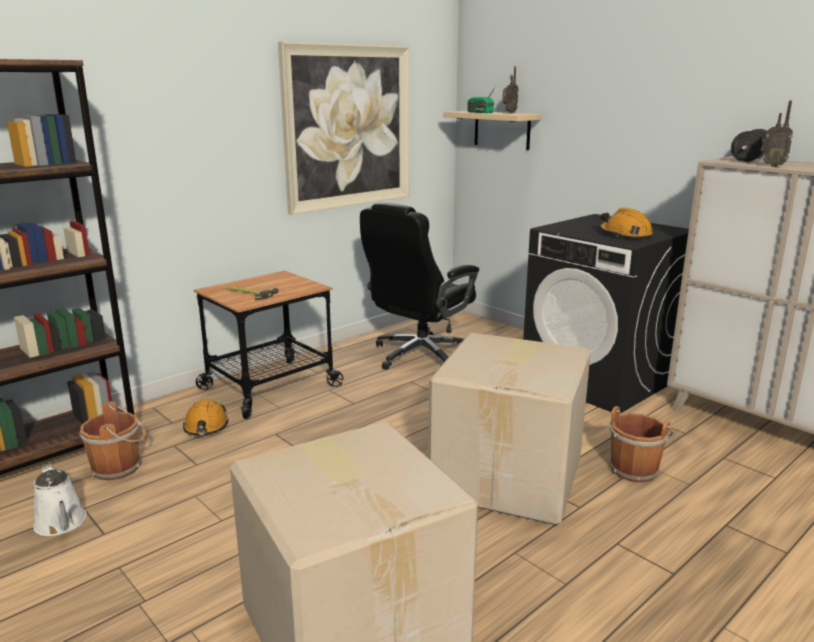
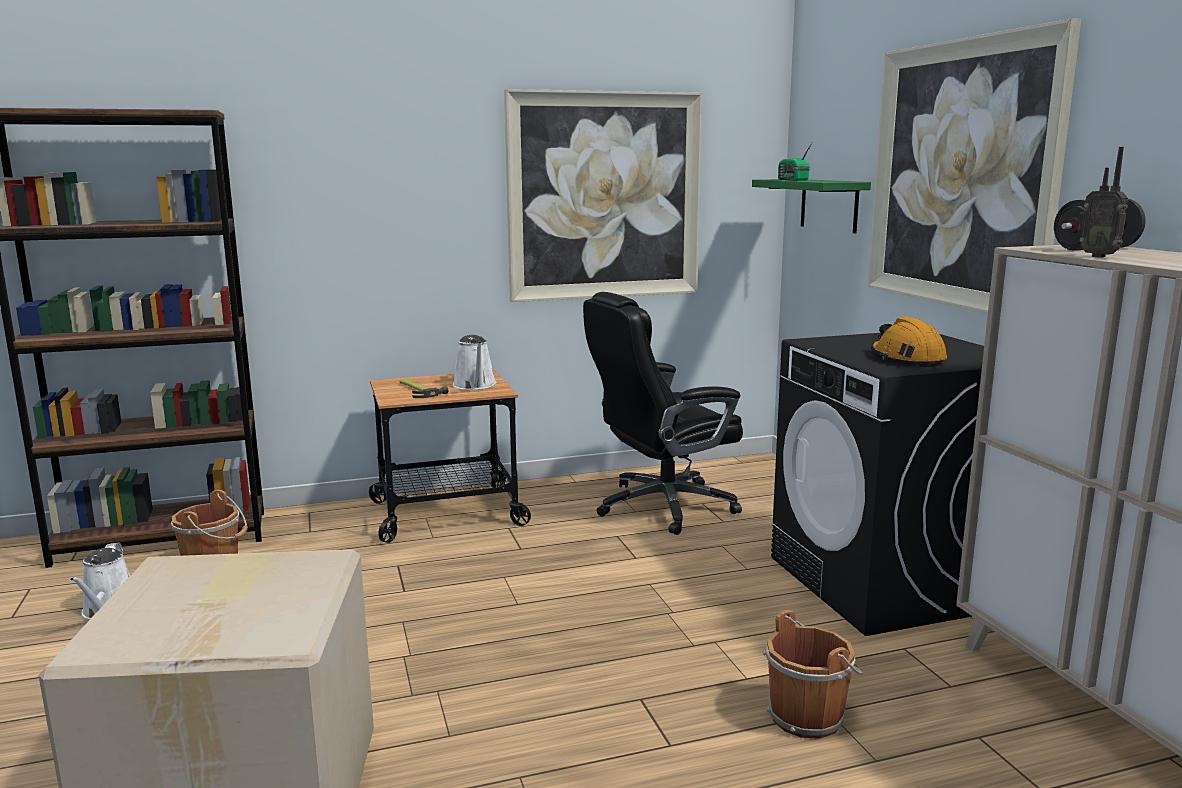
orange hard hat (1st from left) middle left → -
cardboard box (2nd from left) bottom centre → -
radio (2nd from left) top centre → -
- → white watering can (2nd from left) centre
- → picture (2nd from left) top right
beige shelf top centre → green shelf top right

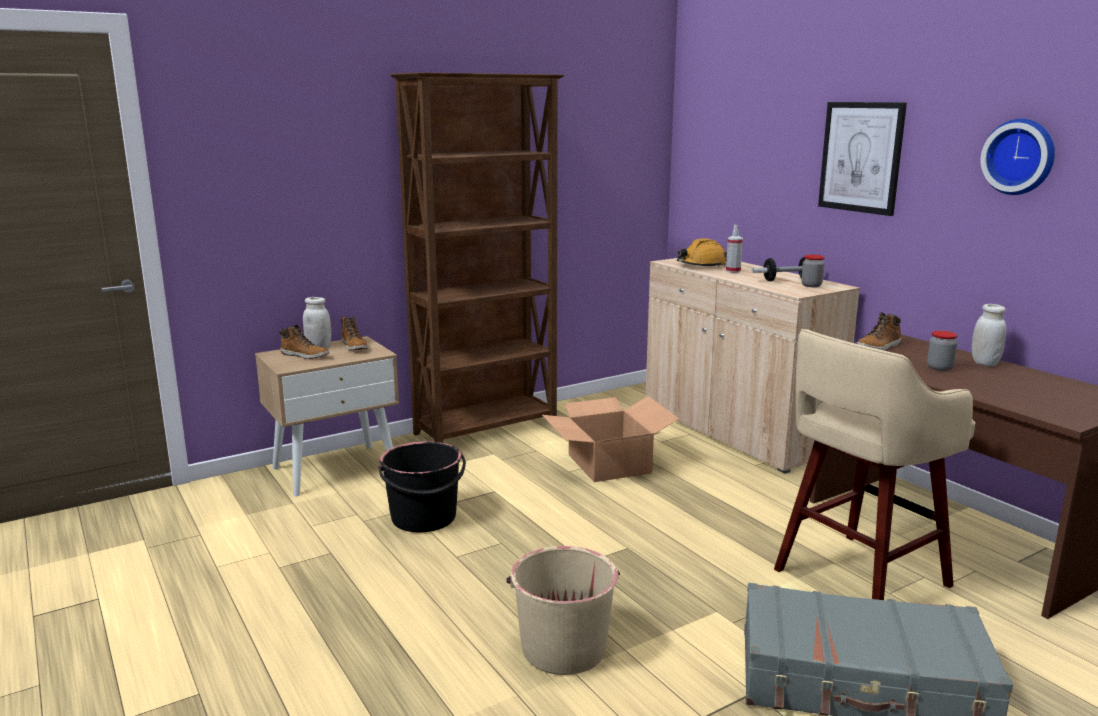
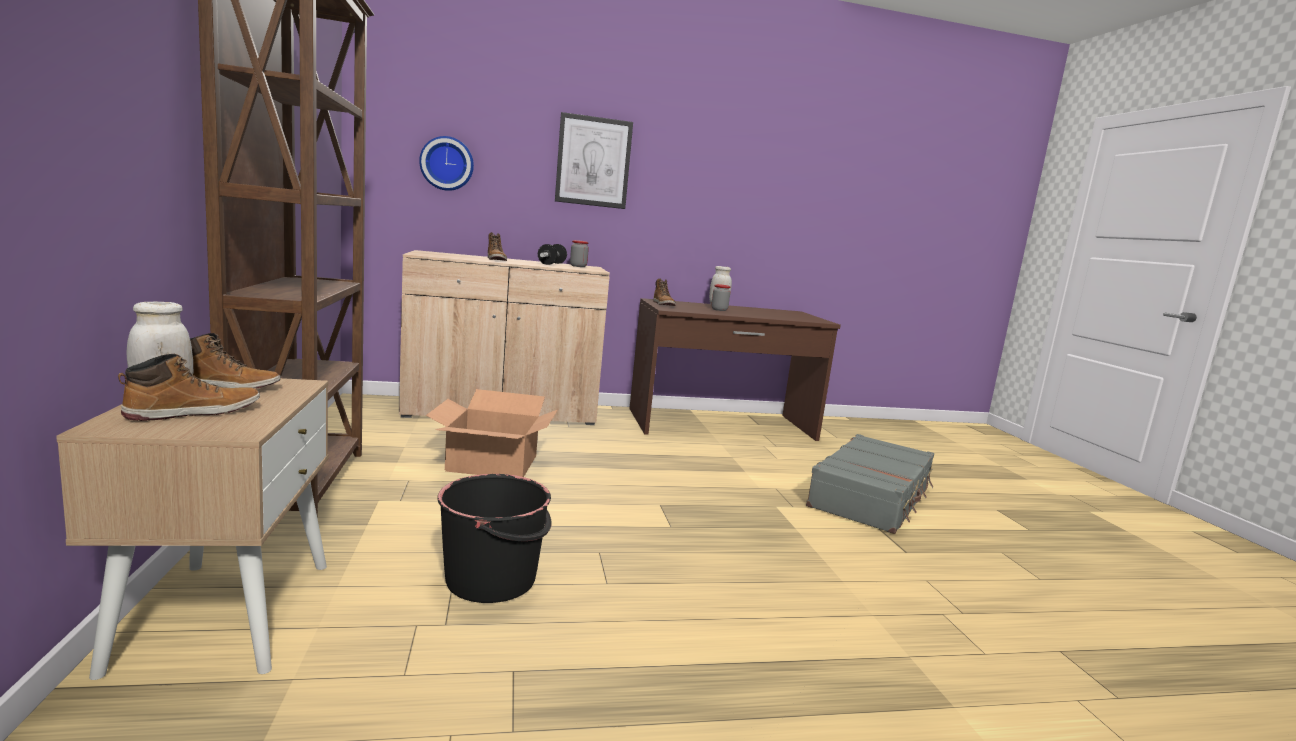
beige bucket bottom centre → -
orange hard hat centre → -
beige stool middle right → -
wall clock top right → wall clock top centre, moved
spray bottle middle right → boot (3rd from left) top centre

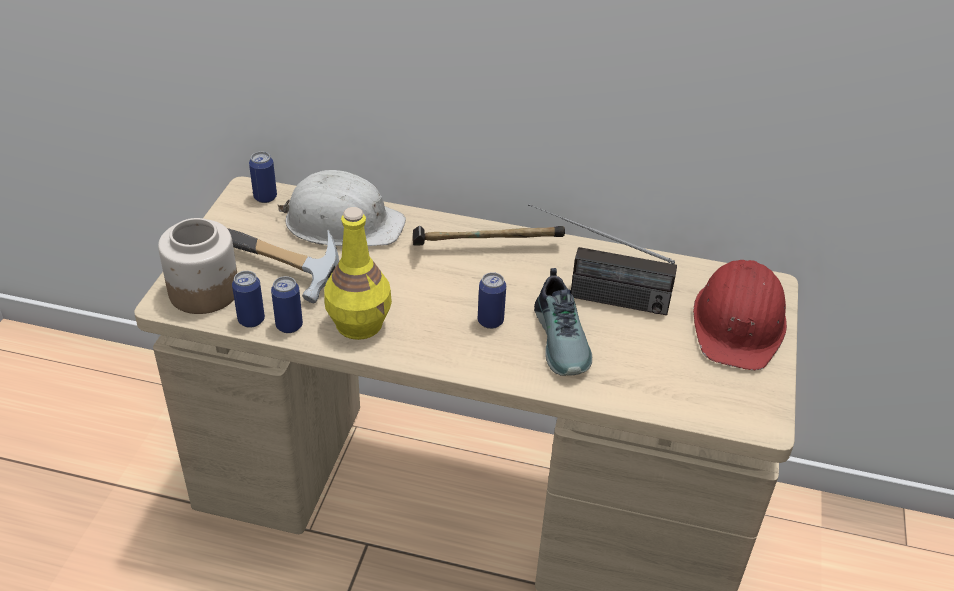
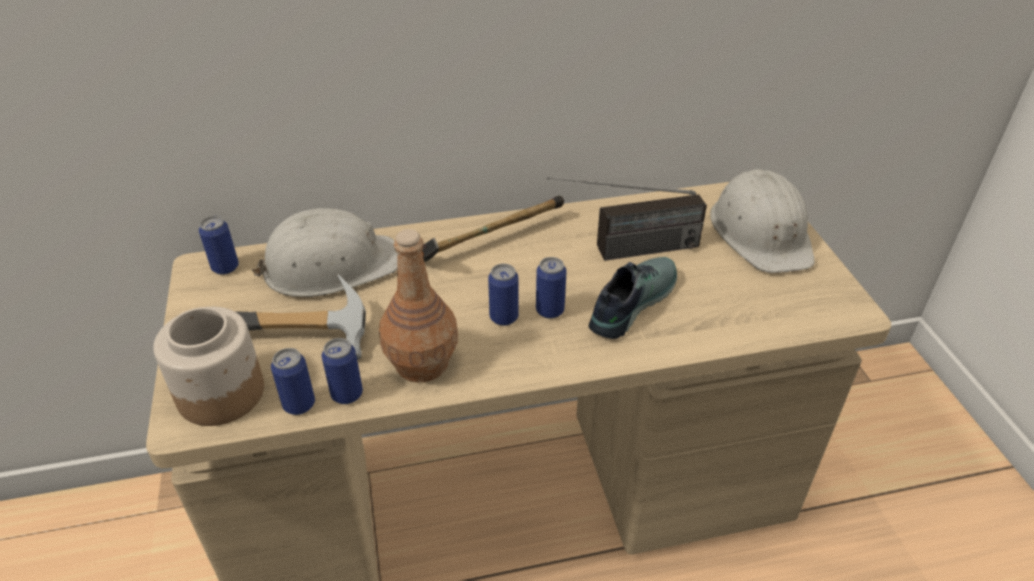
- → can (4th from left) centre
yellow bottle centre → brown bottle centre
red hard hat middle right → white hard hat (2nd from left) middle right
shoe centre, 105 degrees counterclockwise

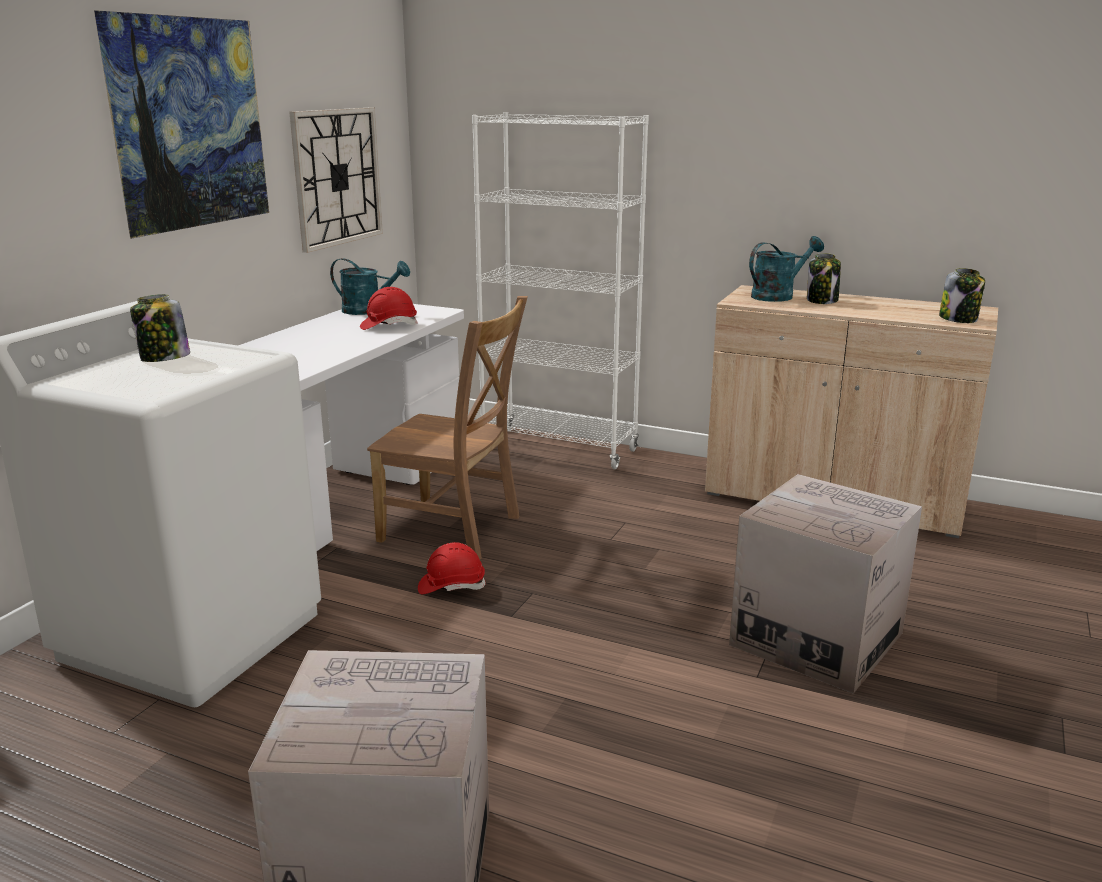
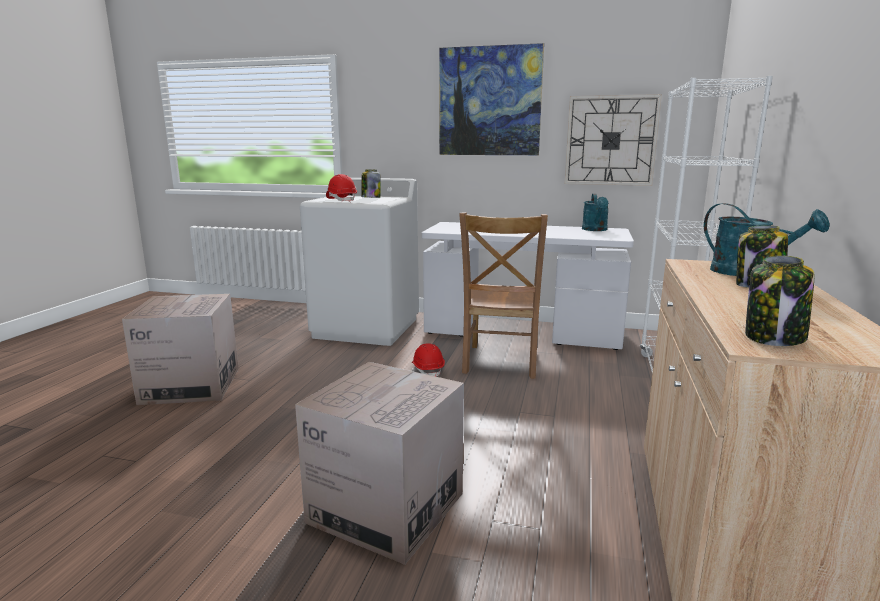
red hard hat (1st from left) centre → red hard hat (1st from left) top centre, moved

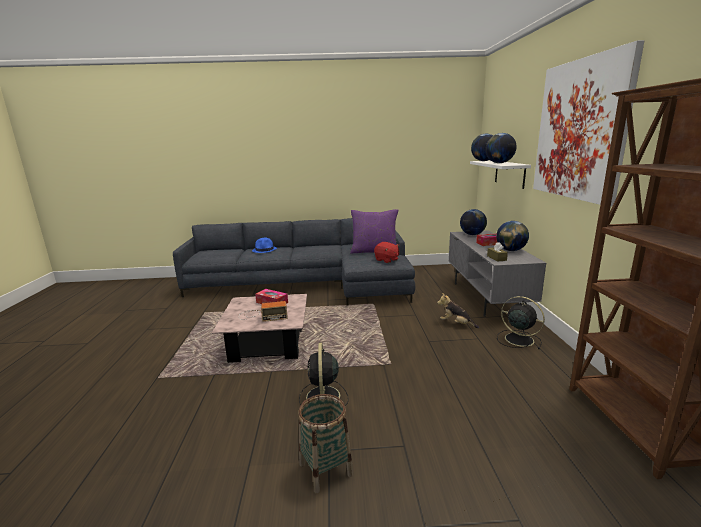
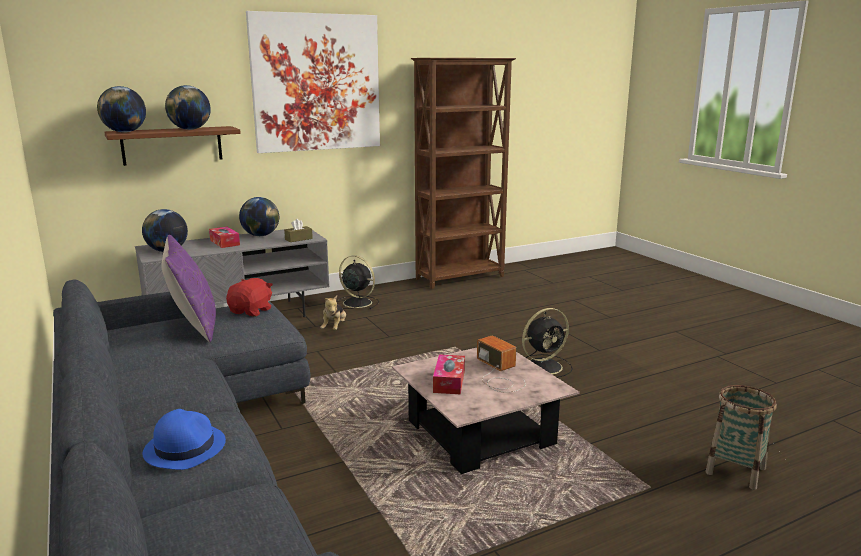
basket bottom centre → basket bottom right, moved
white shelf top right → brown shelf top left
black fan (2nd from left in the first image) middle right → black fan (1st from left) centre, 105 degrees clockwise

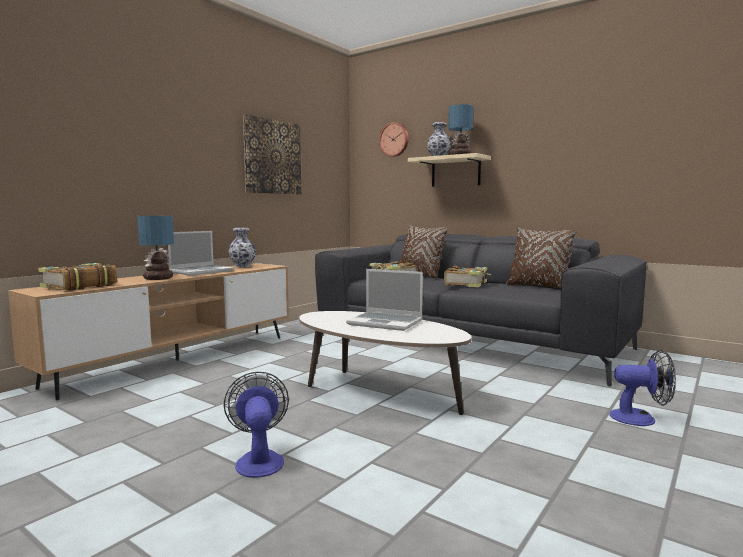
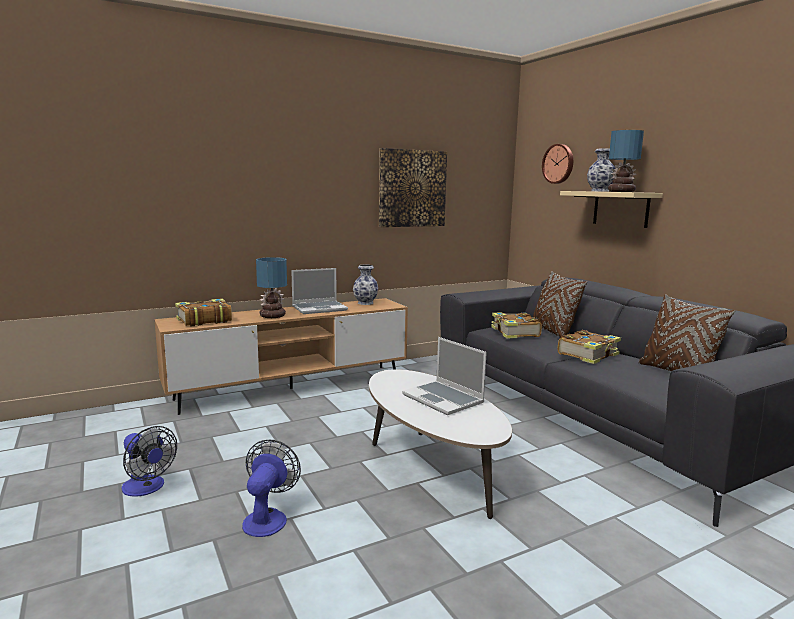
fan (2nd from left in the first image) bottom right → fan (1st from left) bottom left, moved

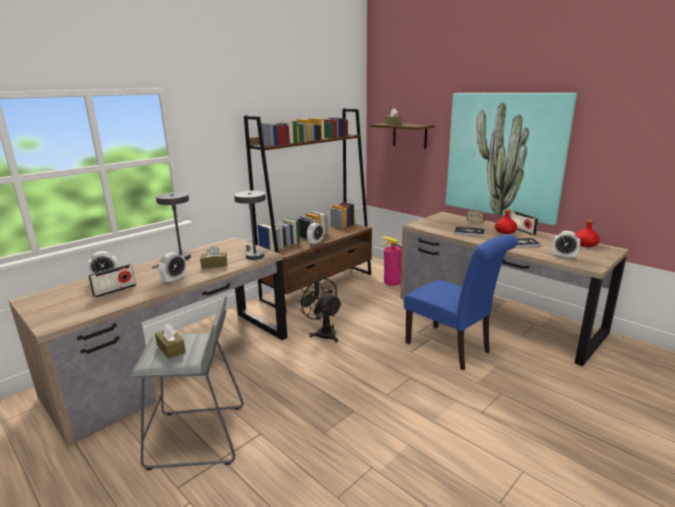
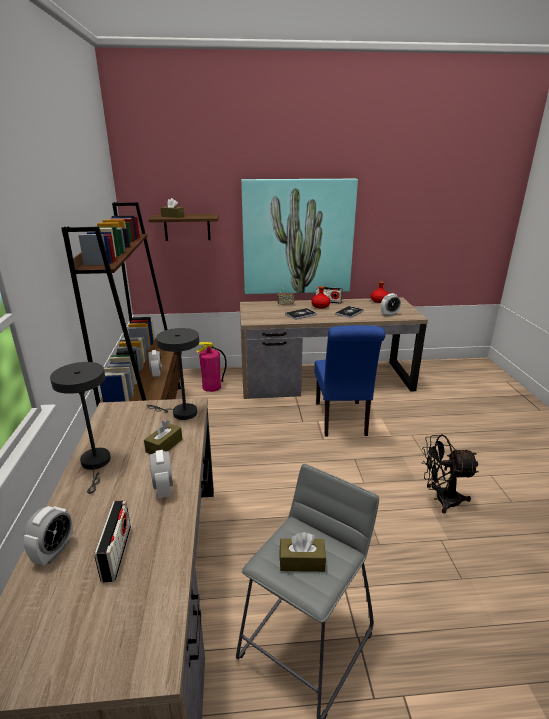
black fan centre → black fan middle right, moved
blue chair middle right → blue chair centre, 90 degrees clockwise

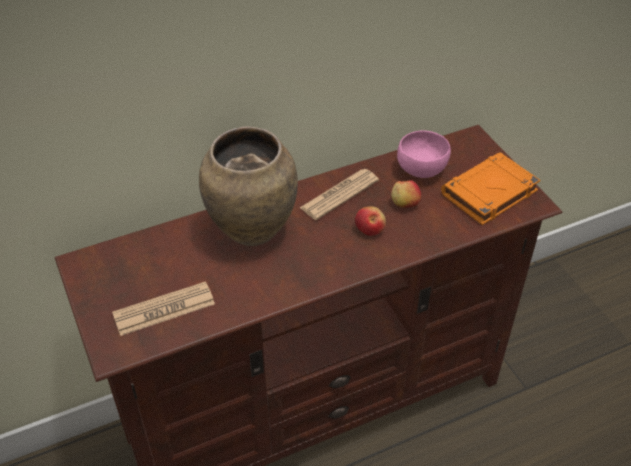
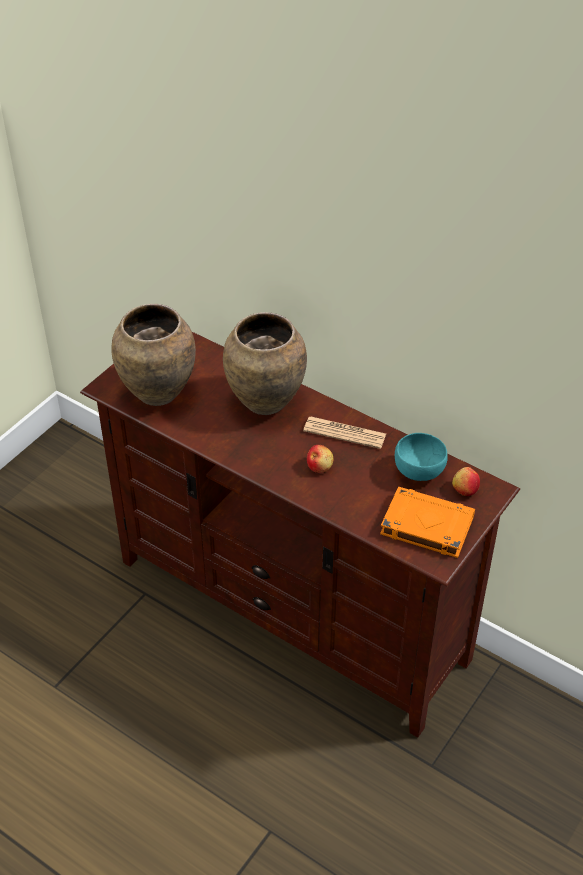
apple (2nd from left) centre → apple (2nd from left) middle right, moved
newspaper (1st from left) middle left → brown vase (1st from left) middle left
pink bowl top right → turquoise bowl middle right

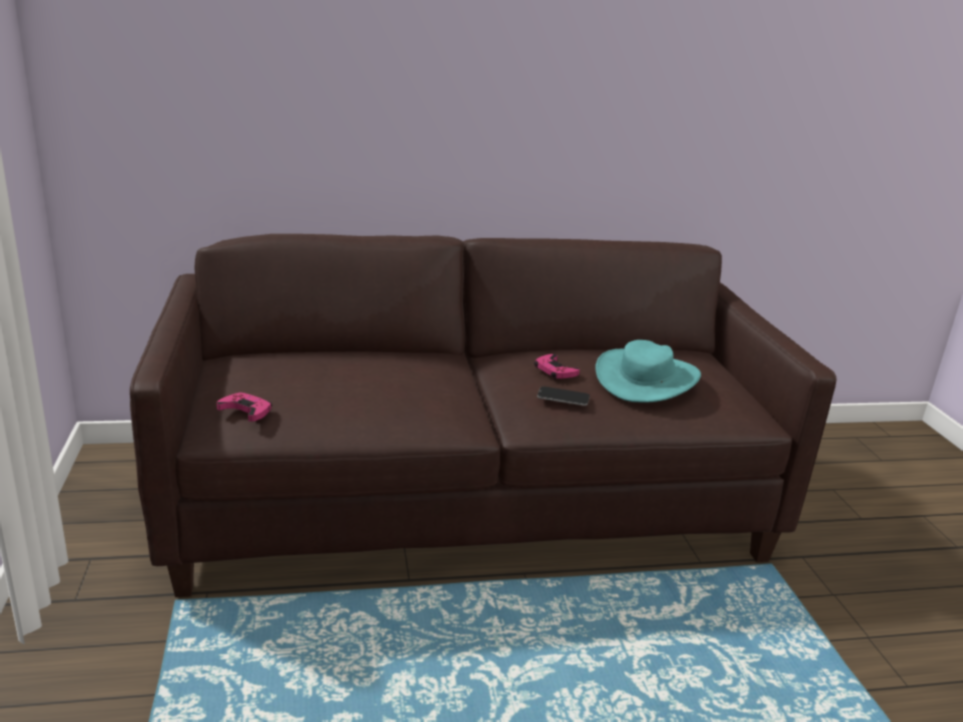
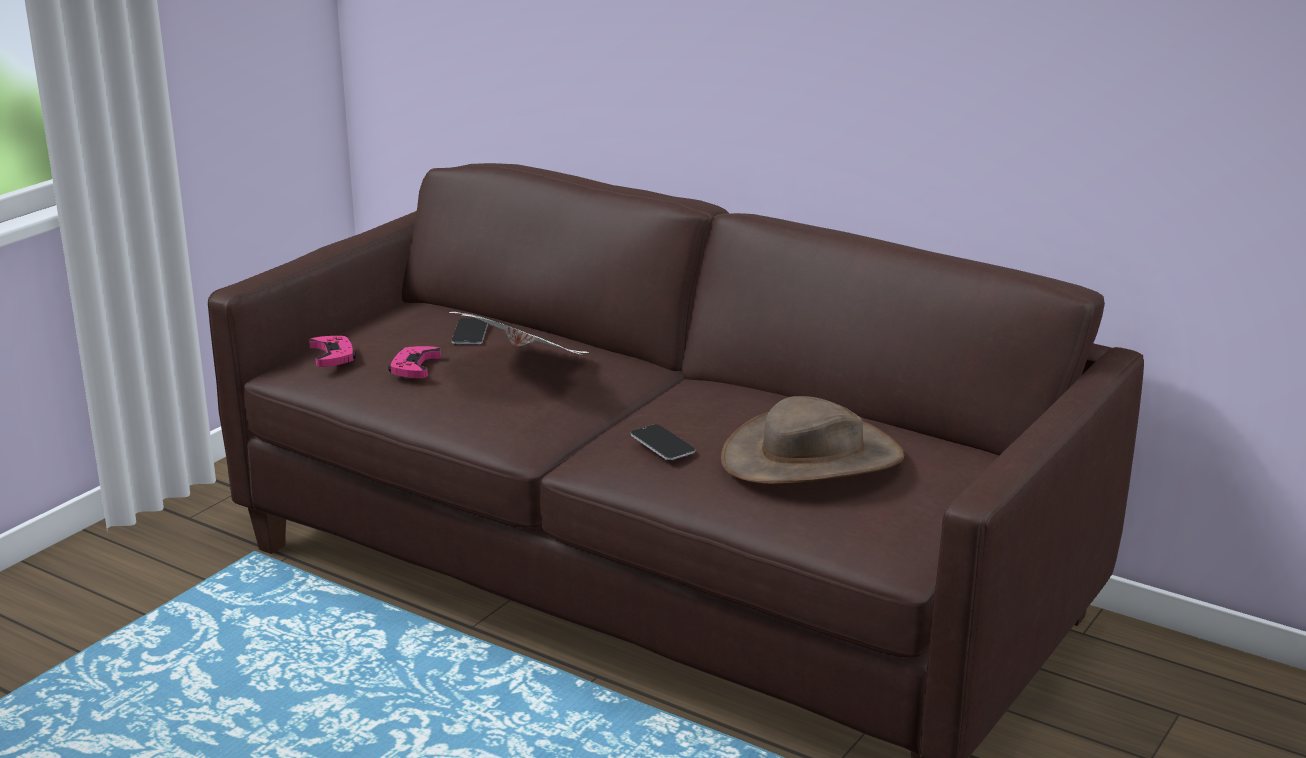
- → newspaper centre
- → phone (1st from left) centre
pink game controller (2nd from left) centre → pink game controller (2nd from left) middle left, moved
turquoise hat middle right → brown hat centre

